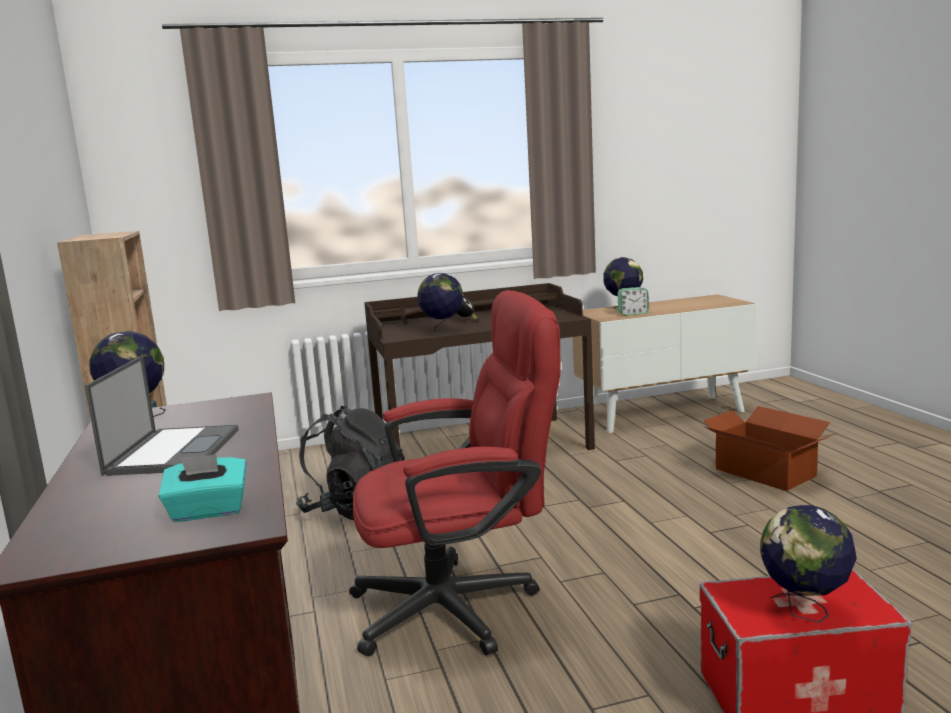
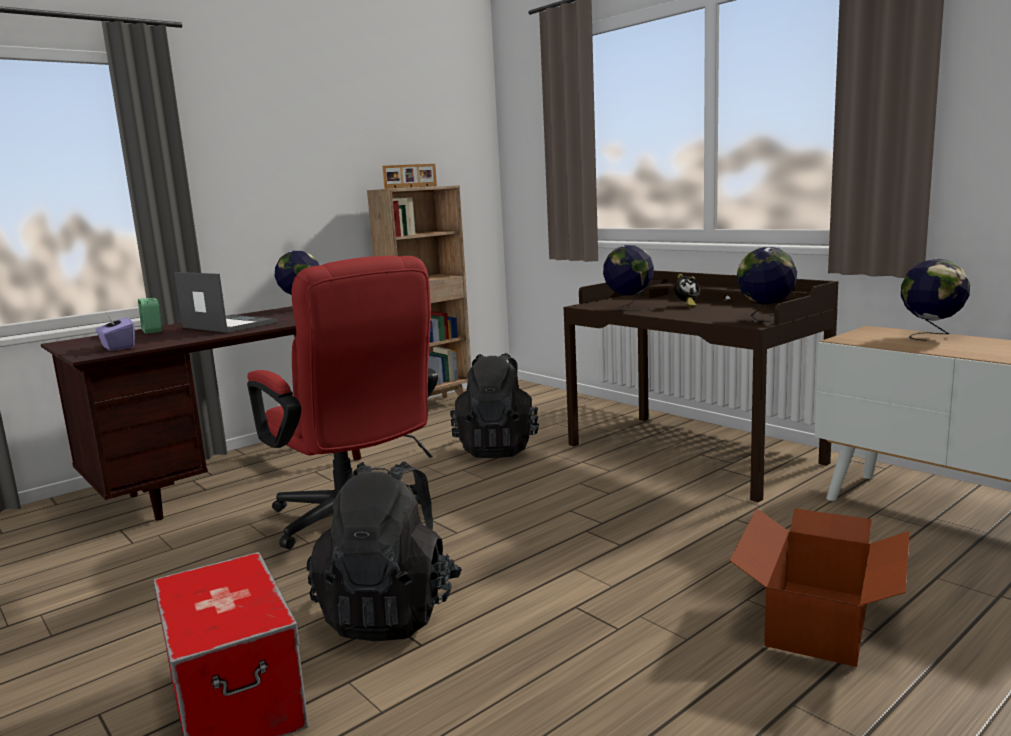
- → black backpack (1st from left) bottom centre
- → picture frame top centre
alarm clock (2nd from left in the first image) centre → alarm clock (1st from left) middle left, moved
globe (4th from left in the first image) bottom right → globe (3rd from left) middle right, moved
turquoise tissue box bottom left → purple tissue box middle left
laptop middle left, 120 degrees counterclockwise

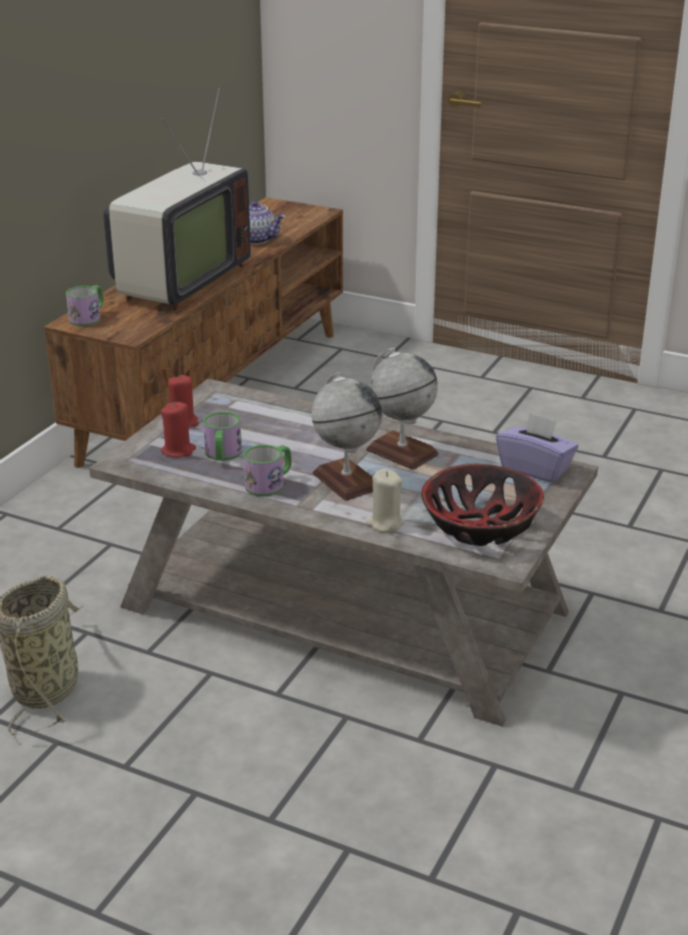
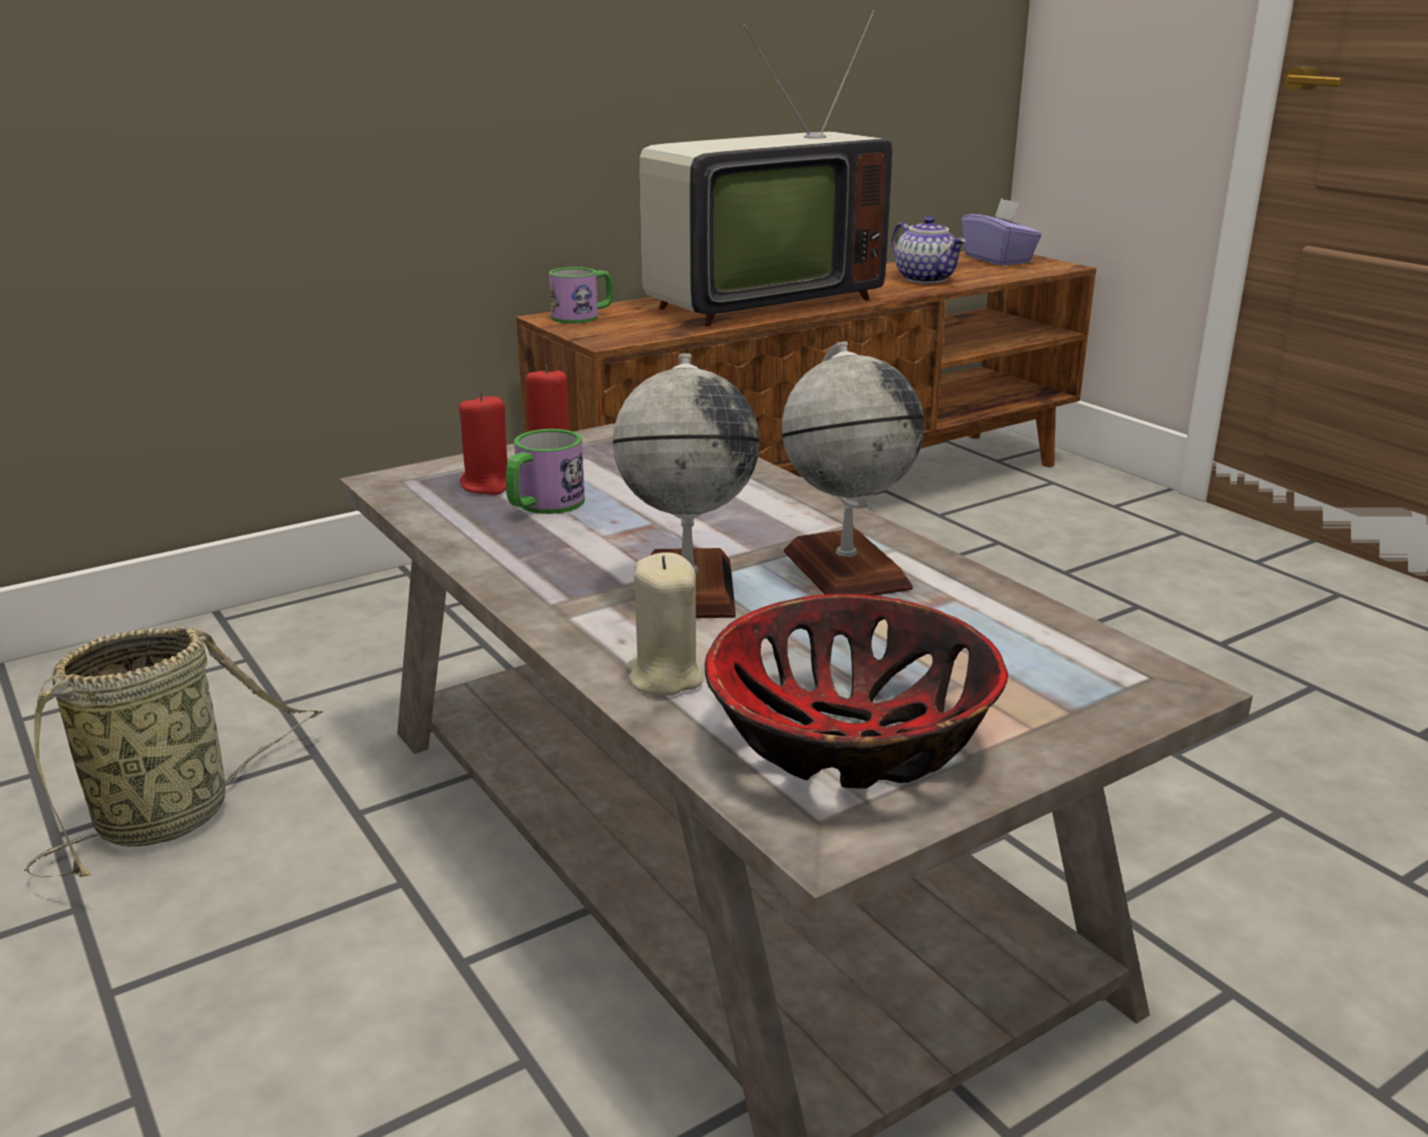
mug (3rd from left) centre → -
purple tissue box middle right → purple tissue box top right, moved

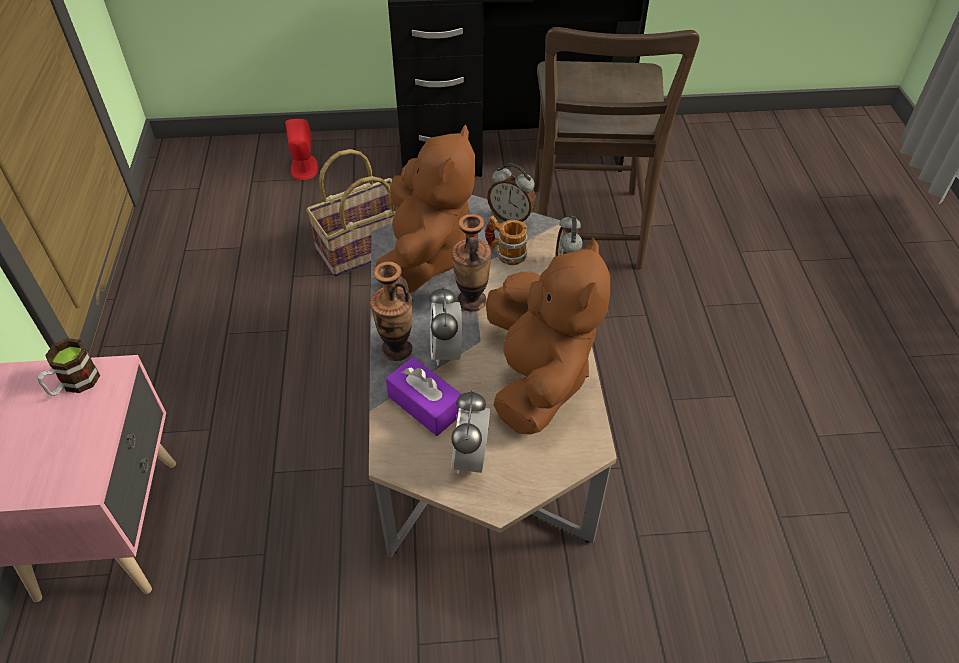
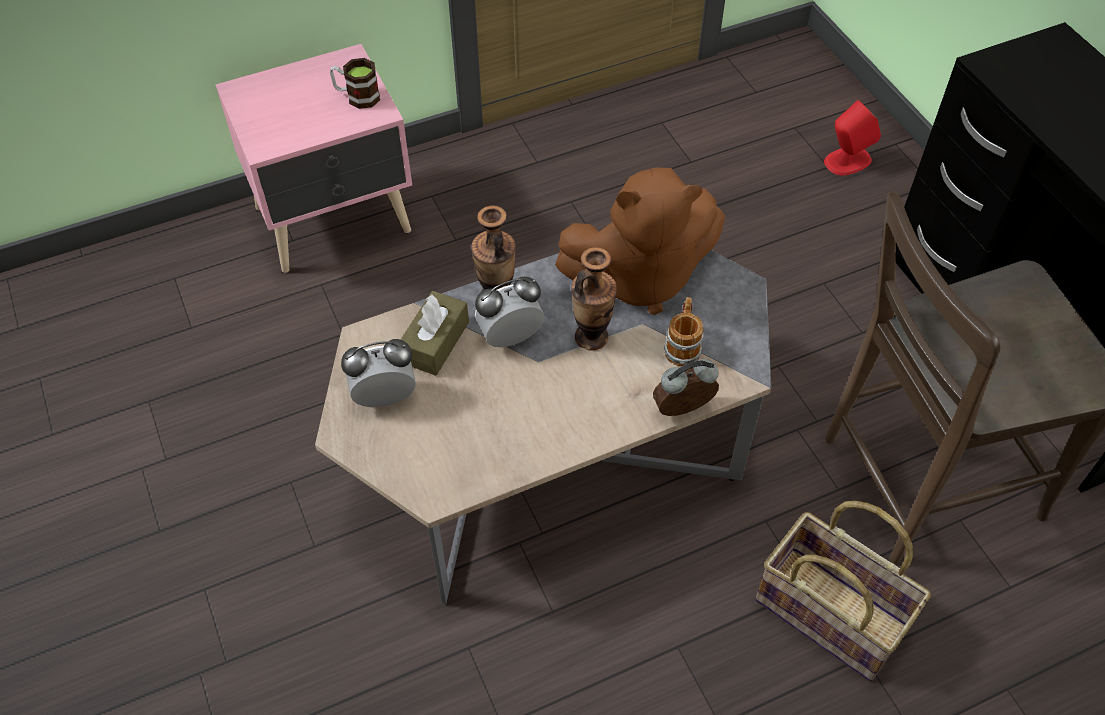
brown plush toy (2nd from left) centre → -
alarm clock (3rd from left) top centre → -
basket top centre → basket bottom right, moved
purple tissue box centre → brown tissue box centre

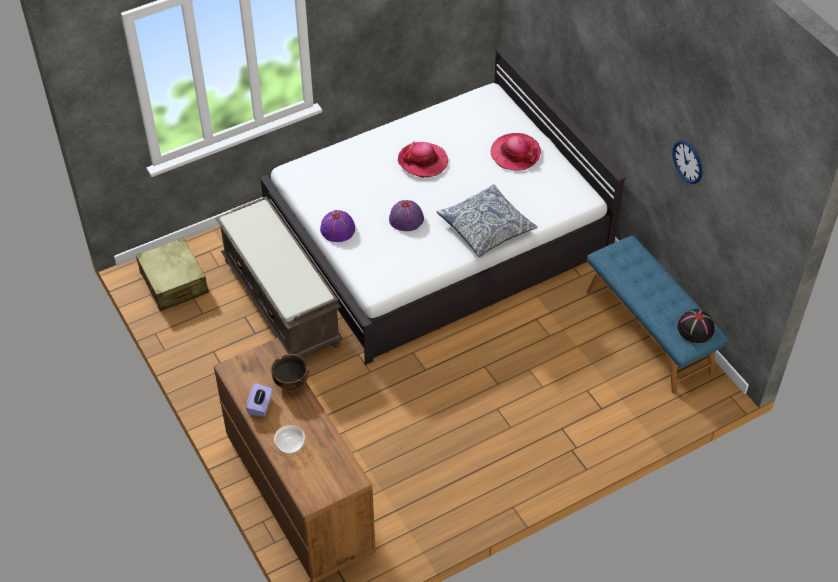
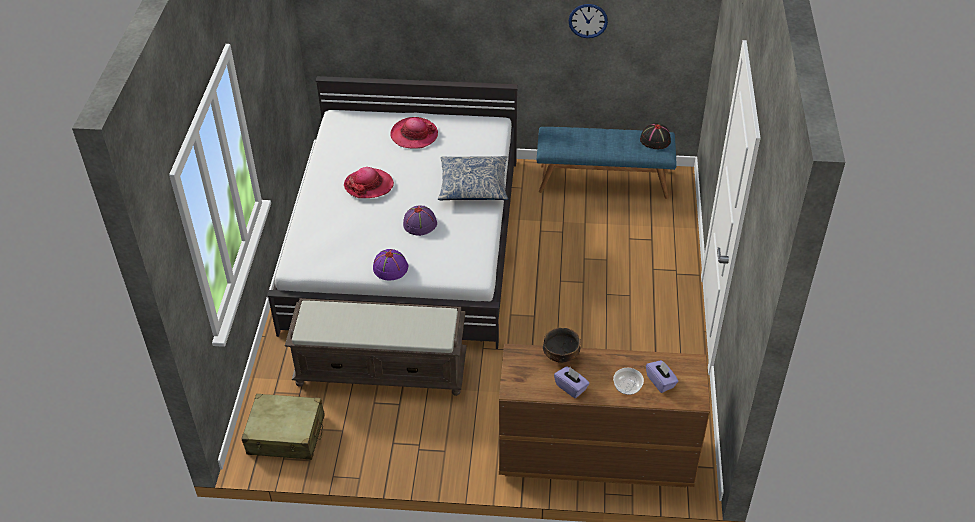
- → purple tissue box (2nd from left) bottom right

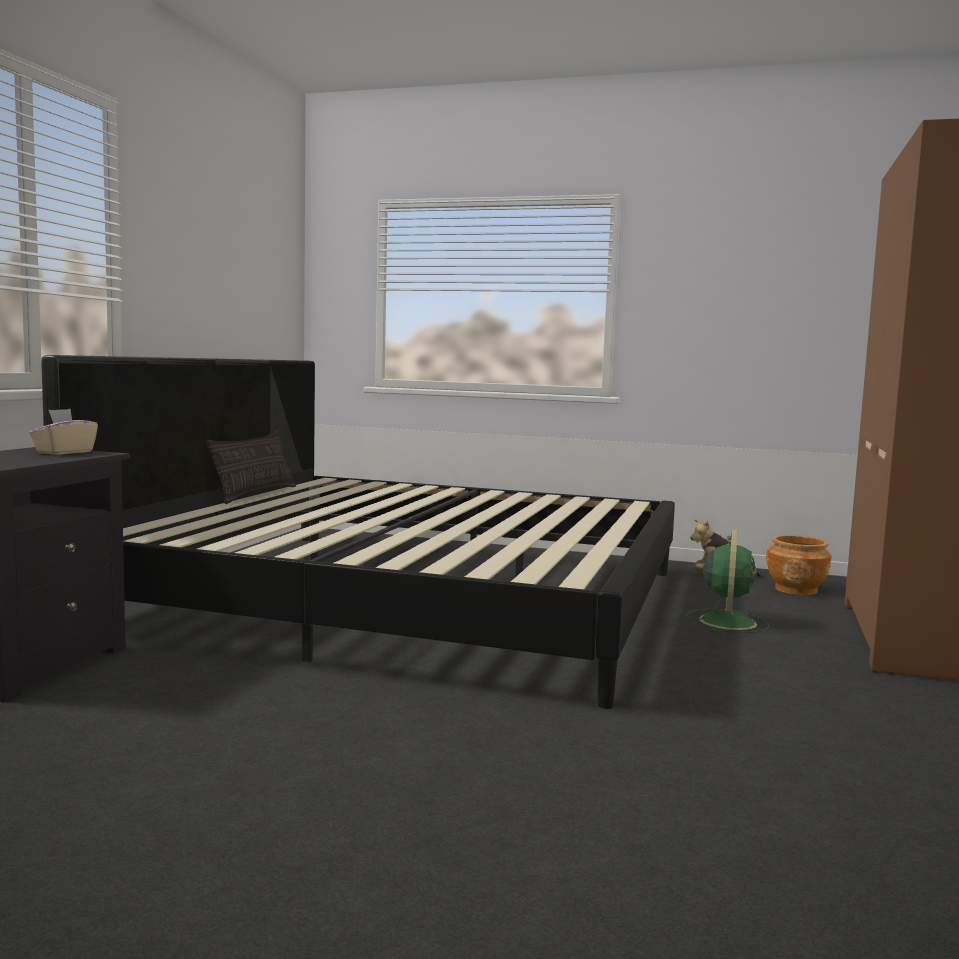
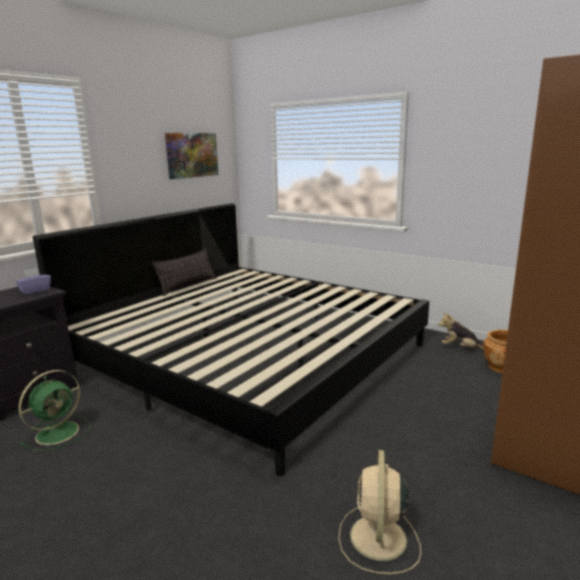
- → picture top left
- → beige fan bottom centre
green fan middle right → green fan bottom left, moved
beige tissue box middle left → purple tissue box middle left

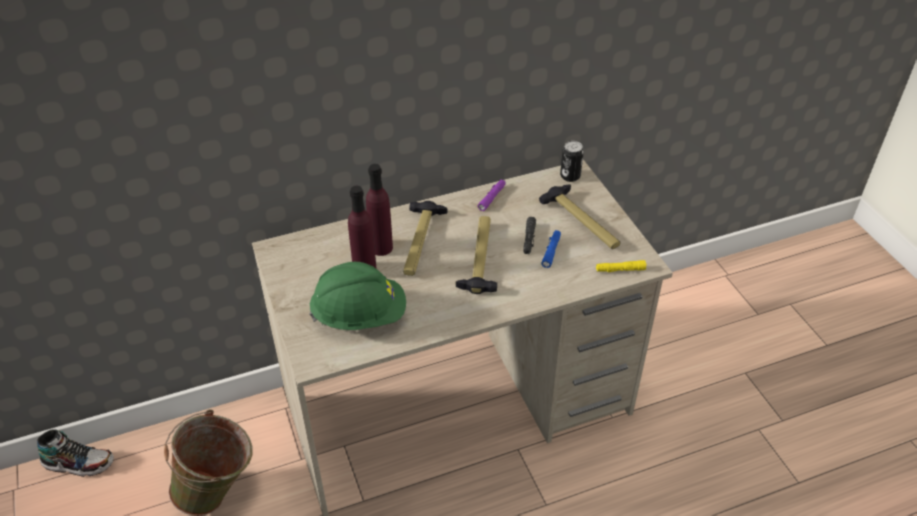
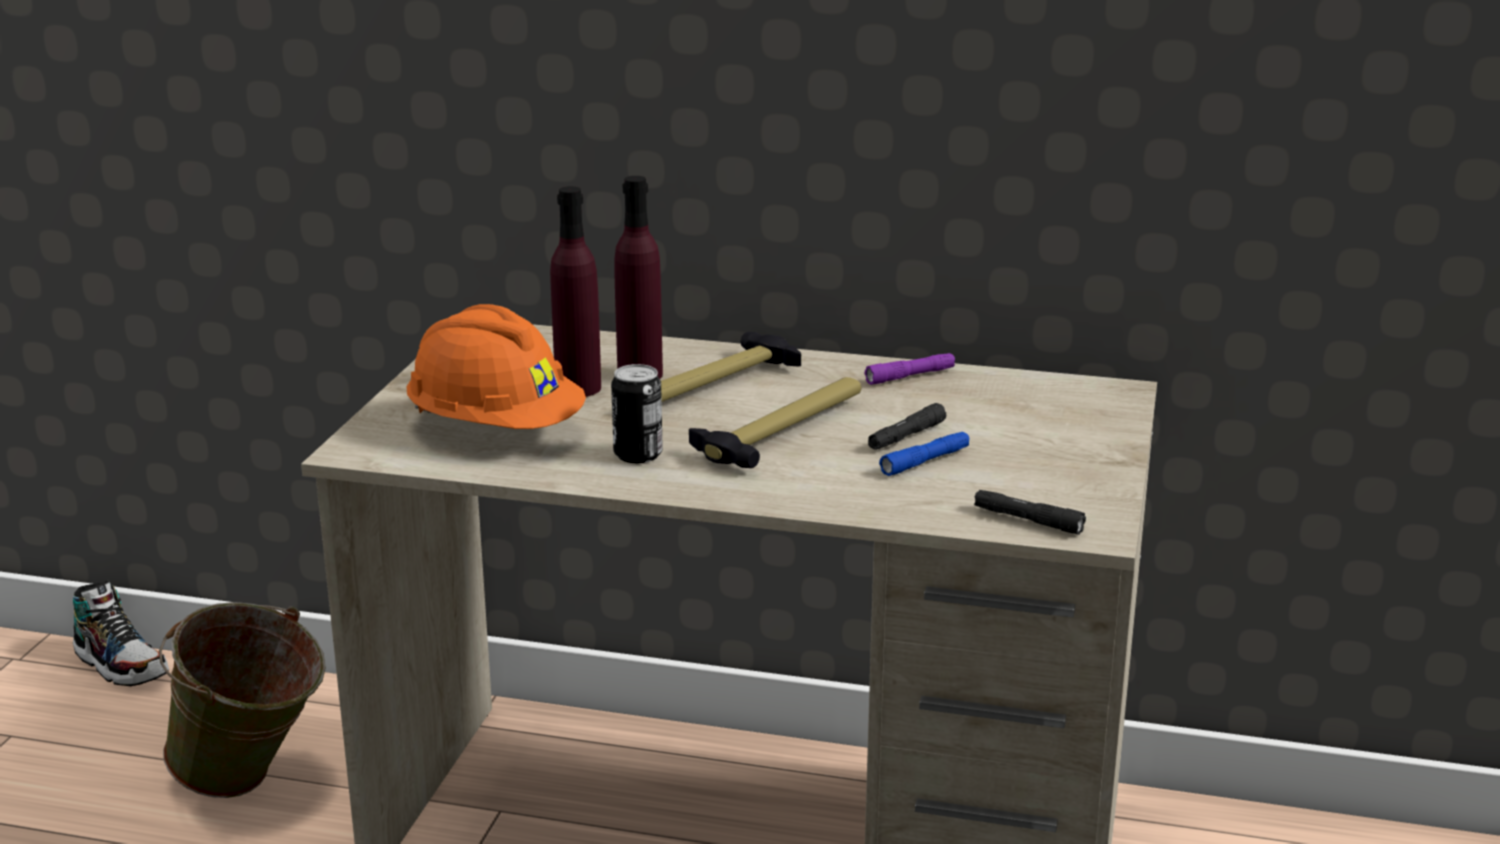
hammer (3rd from left) centre → -
can top centre → can centre, moved
green hard hat centre → orange hard hat middle left
yellow flashlight middle right → black flashlight (2nd from left) middle right

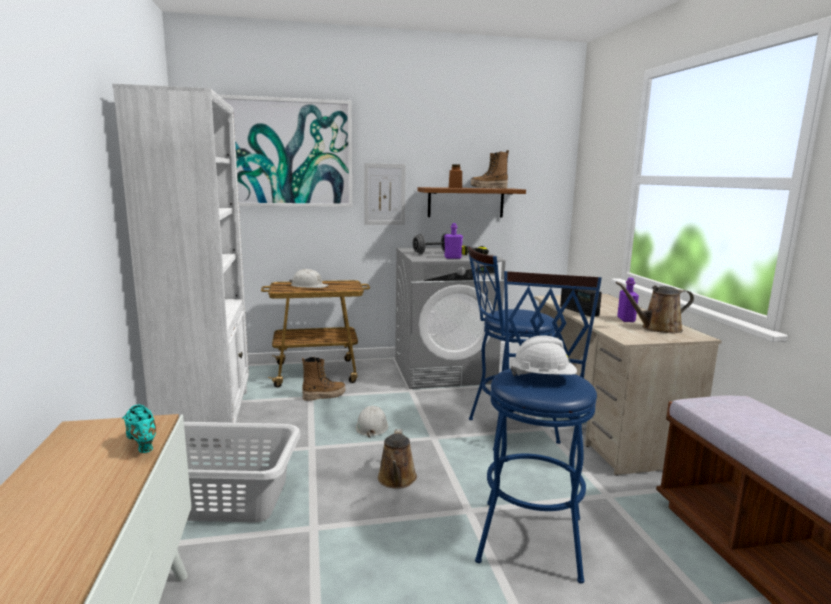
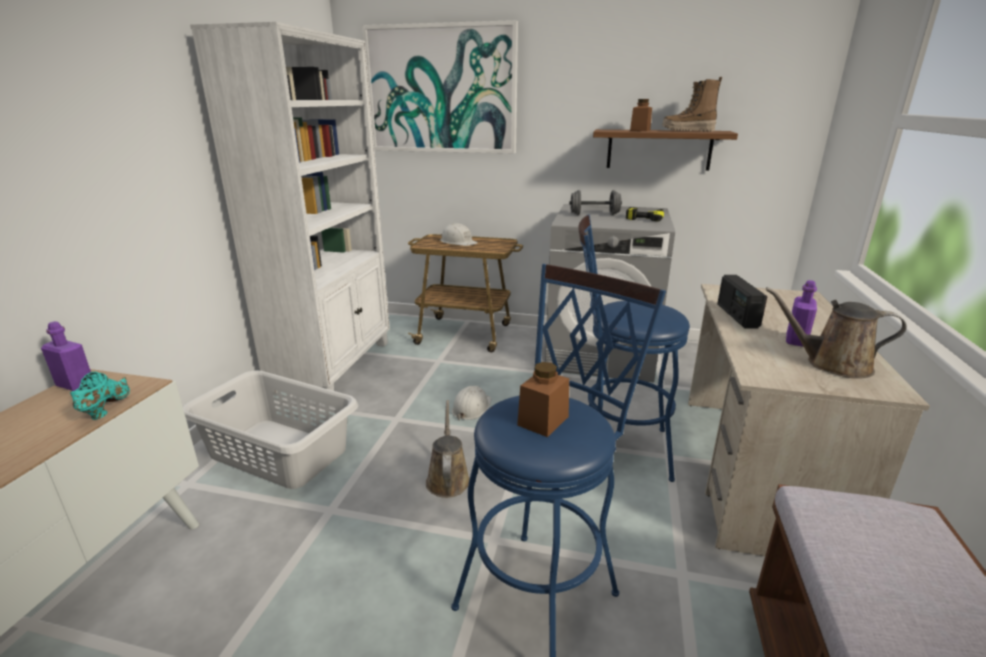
boot (1st from left) centre → -
picture (2nd from left) top centre → -
purple bottle (1st from left) centre → purple bottle (1st from left) middle left, moved
white hard hat (3rd from left) centre → brown jar (1st from left) centre
brown watering can (1st from left) bottom centre, 150 degrees clockwise

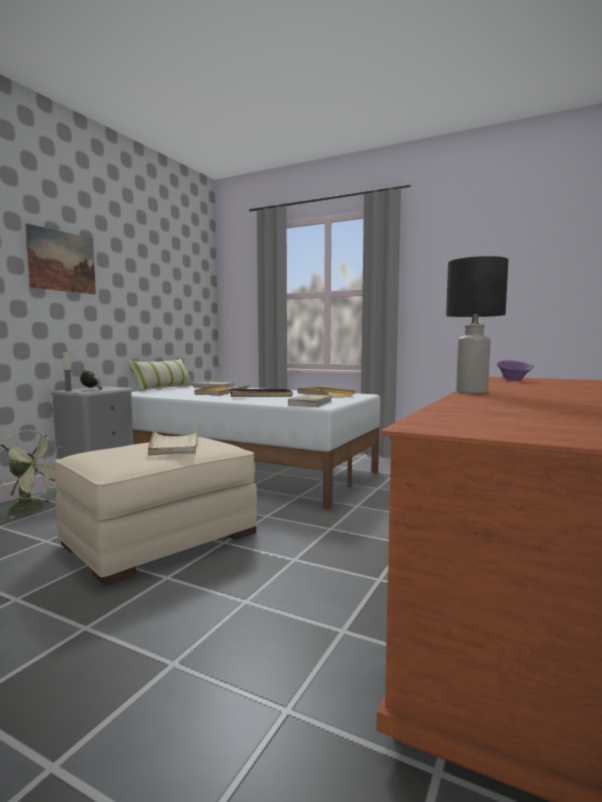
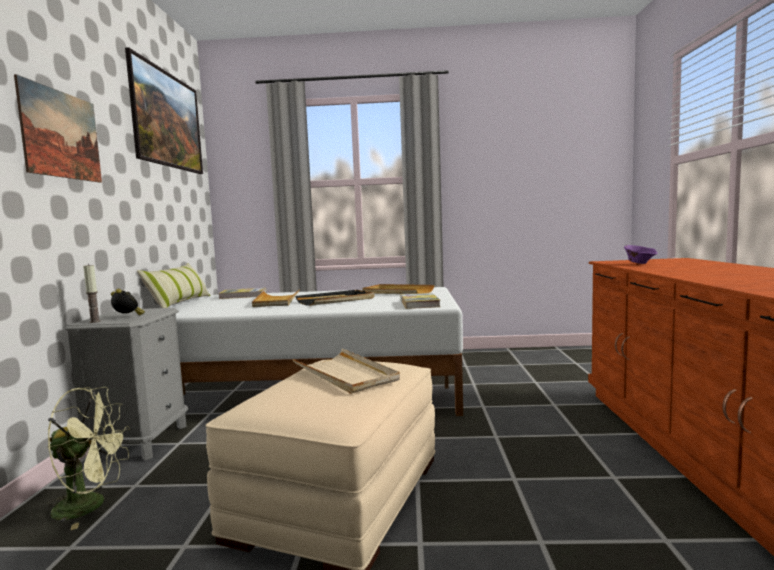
black table lamp middle right → -
- → picture (2nd from left) top left

